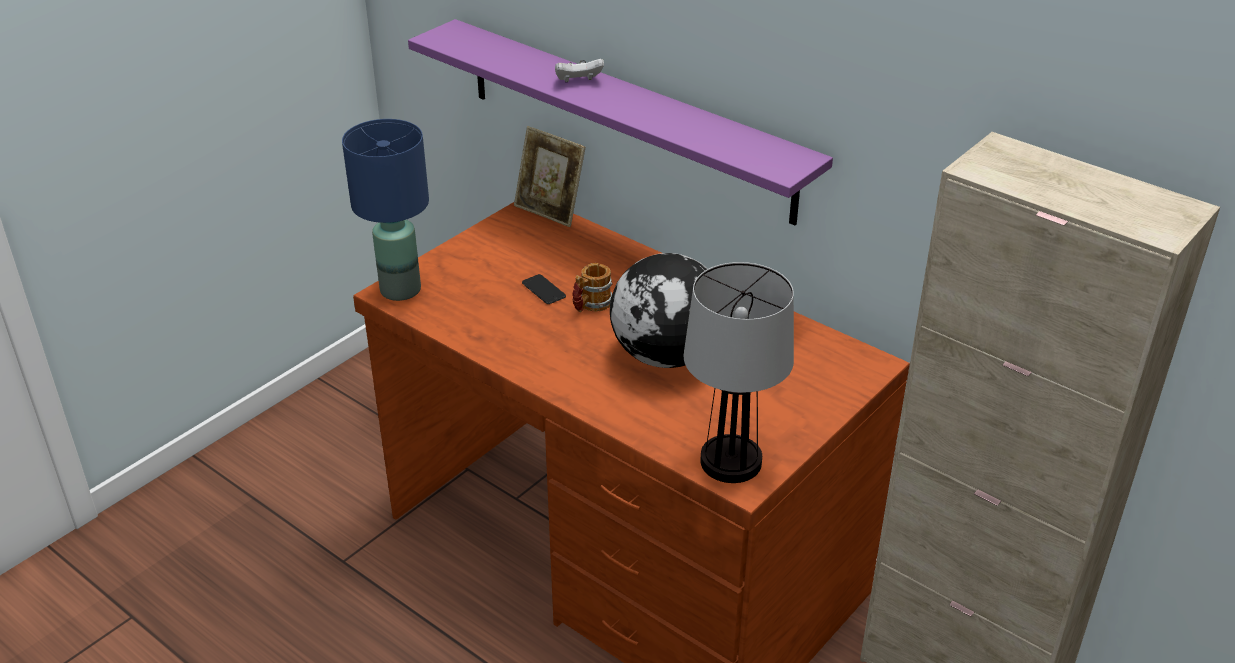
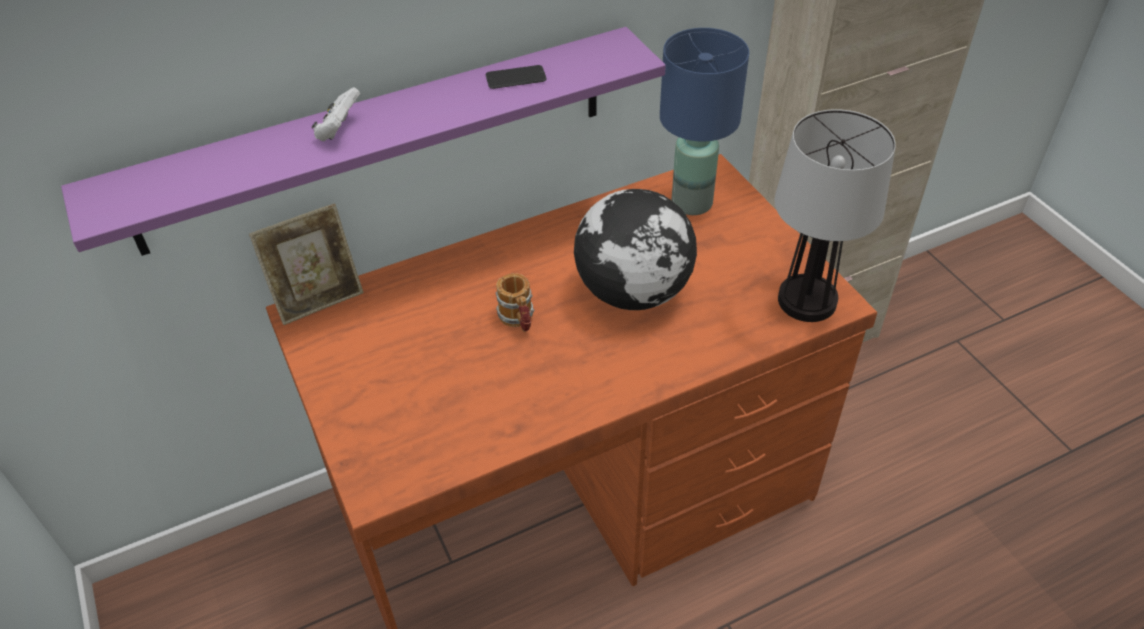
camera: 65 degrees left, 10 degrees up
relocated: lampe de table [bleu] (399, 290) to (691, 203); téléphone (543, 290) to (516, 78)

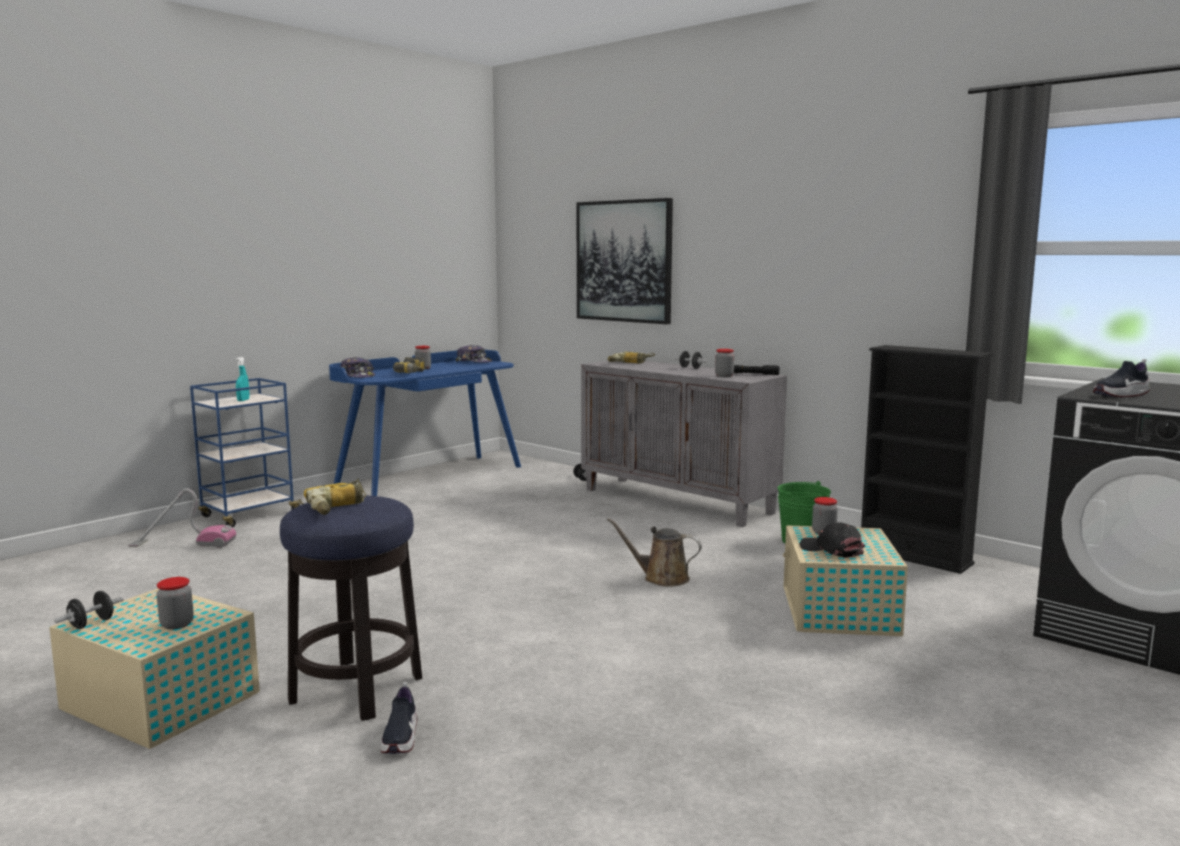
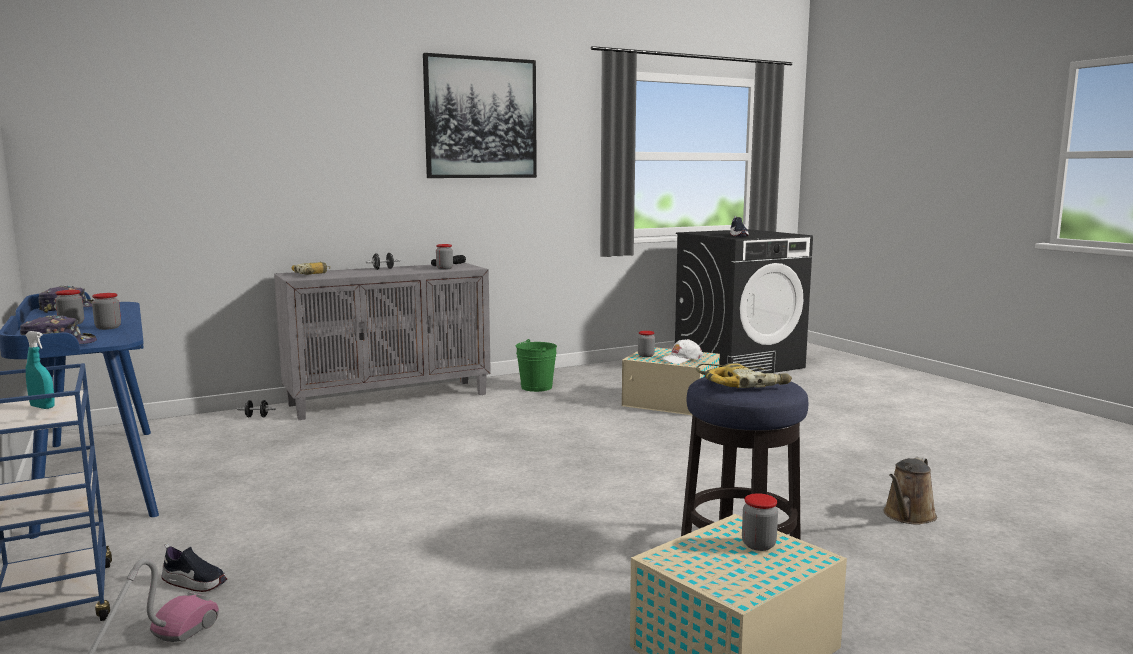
camera: 70 degrees left, 0 degrees up
missing: haltère [noir] (91, 624); bibliothèque [noir] (914, 556)
relocated: chaussure (400, 738) to (194, 583); tableau (624, 261) to (481, 118); arrosoir [marron] (661, 578) to (908, 516)
exchanged: perceuse (414, 373) to bocal (108, 328)
colour: casquette [noir] (832, 549) to casquette [blanc] (681, 359)

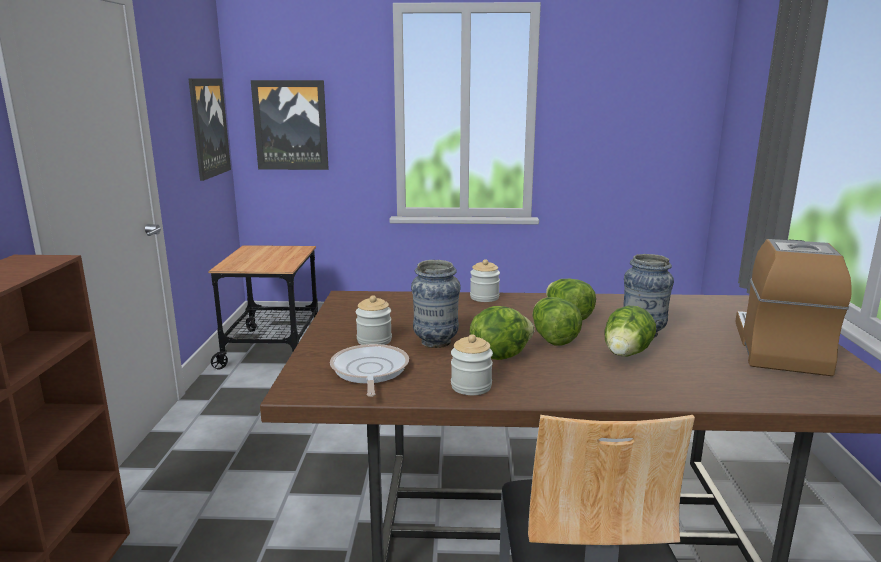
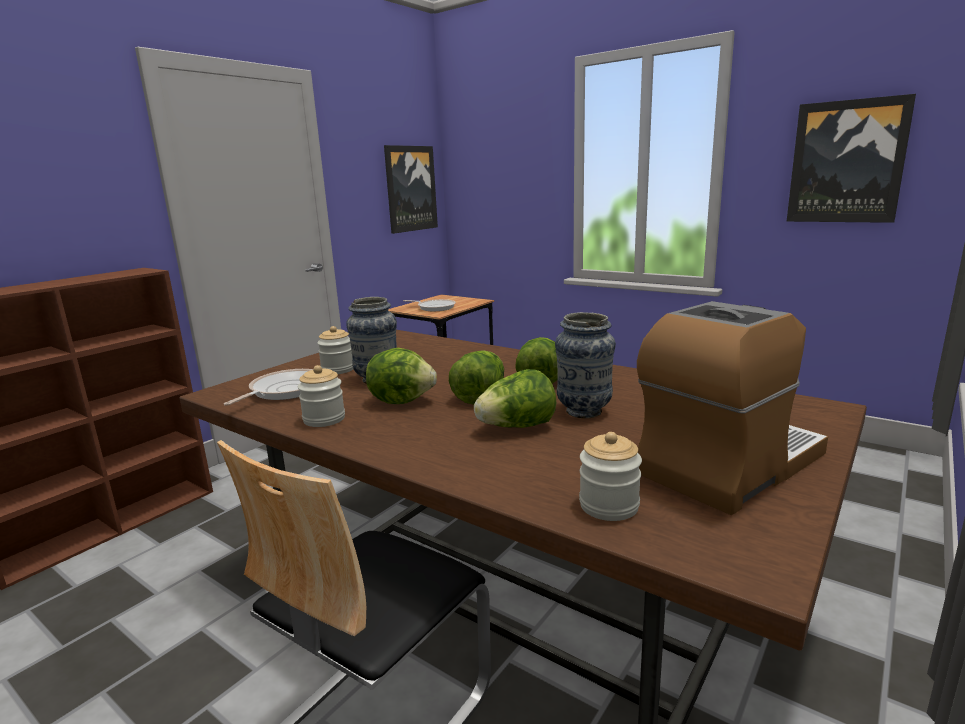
camera: 35 degrees right, 0 degrees up
appeared: poêle (434, 307)
relocated: tableau (291, 125) to (846, 162); bocal (484, 297) to (609, 506)

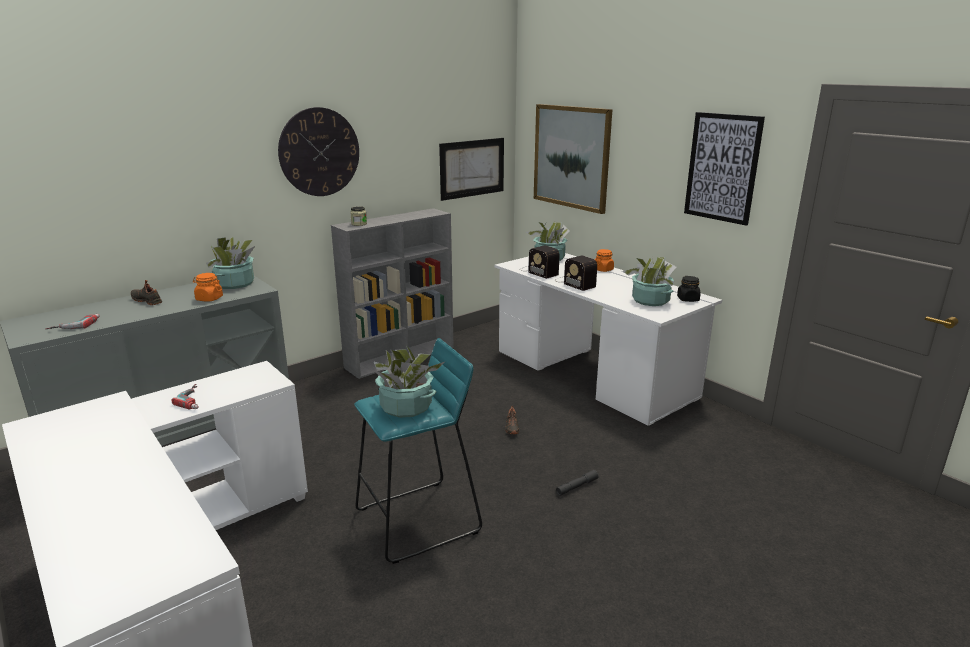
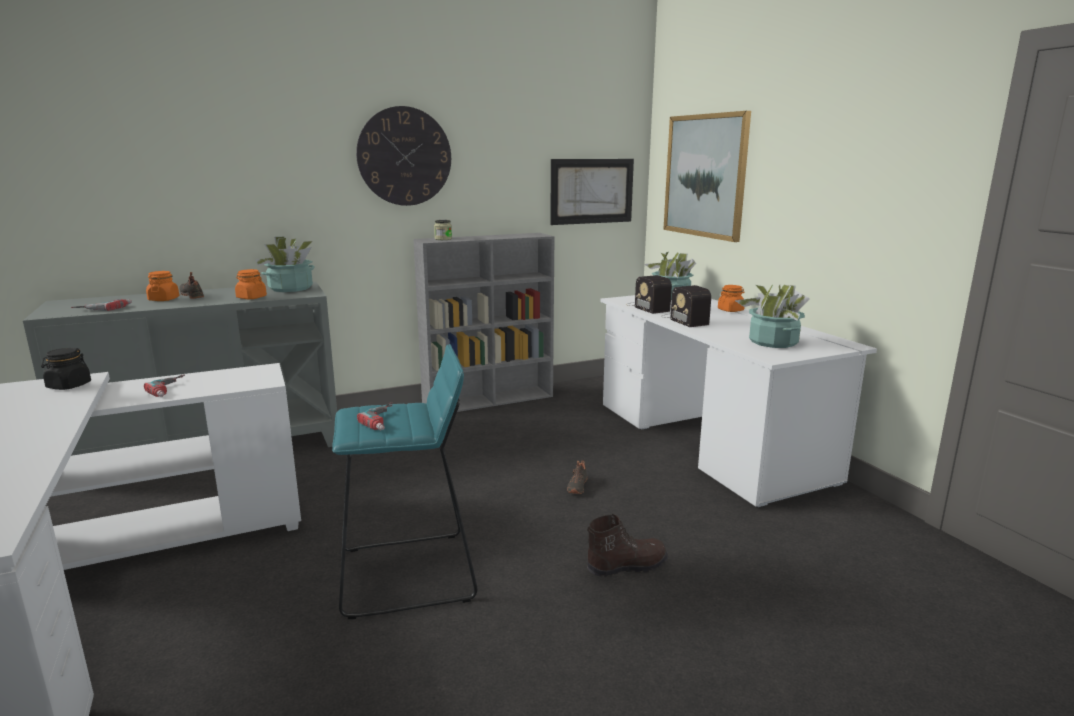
camera: 15 degrees right, 5 degrees down
missing: tableau (722, 168)
appeared: bocal [orange] (164, 299)
relocated: bocal [noir] (688, 299) to (69, 386)
exchanged: plante en pot (406, 406) to perceuse (386, 420); lampe de poche [gris] (577, 486) to botte [marron] (626, 566)

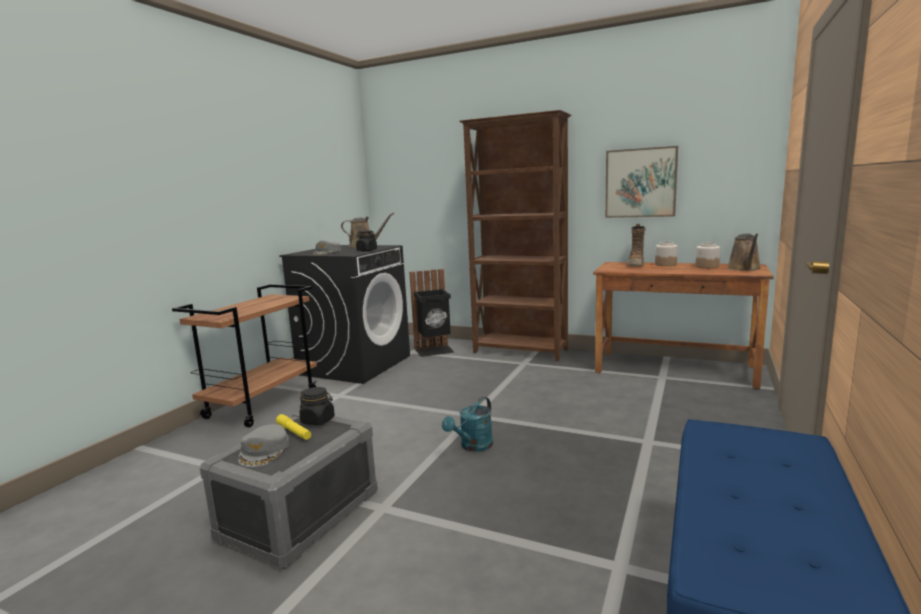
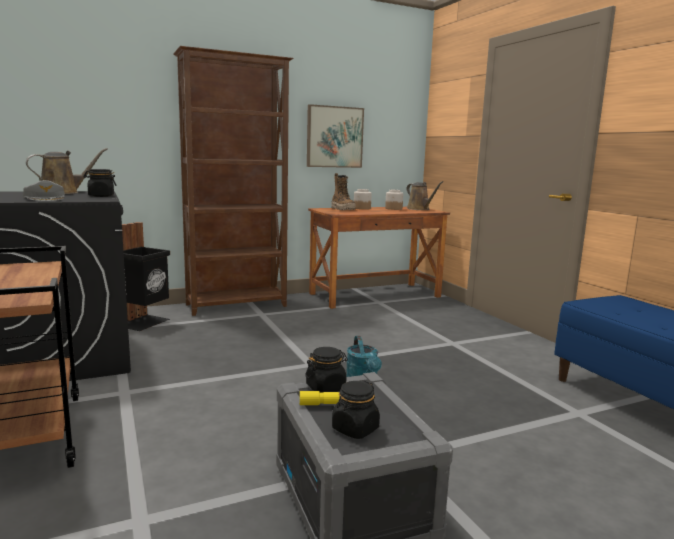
camera: 50 degrees left, 0 degrees up
exchanged: casquette [gris] (264, 451) to bocal [noir] (355, 429)

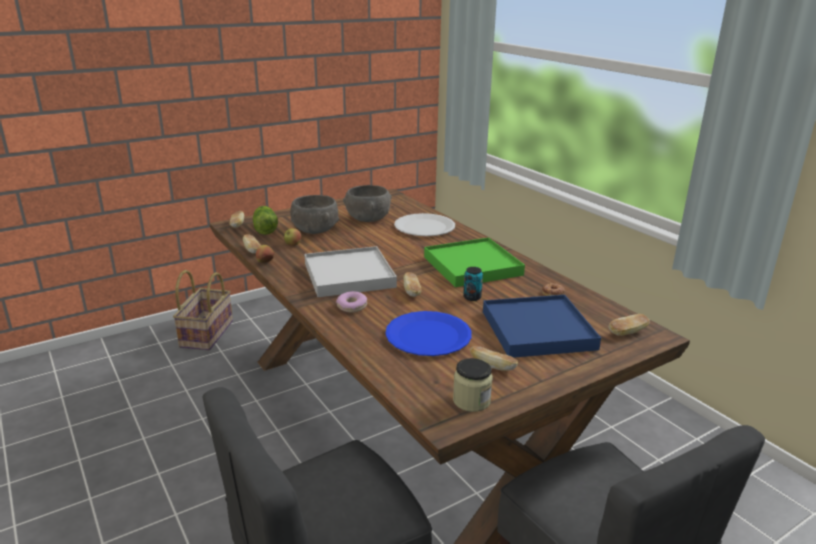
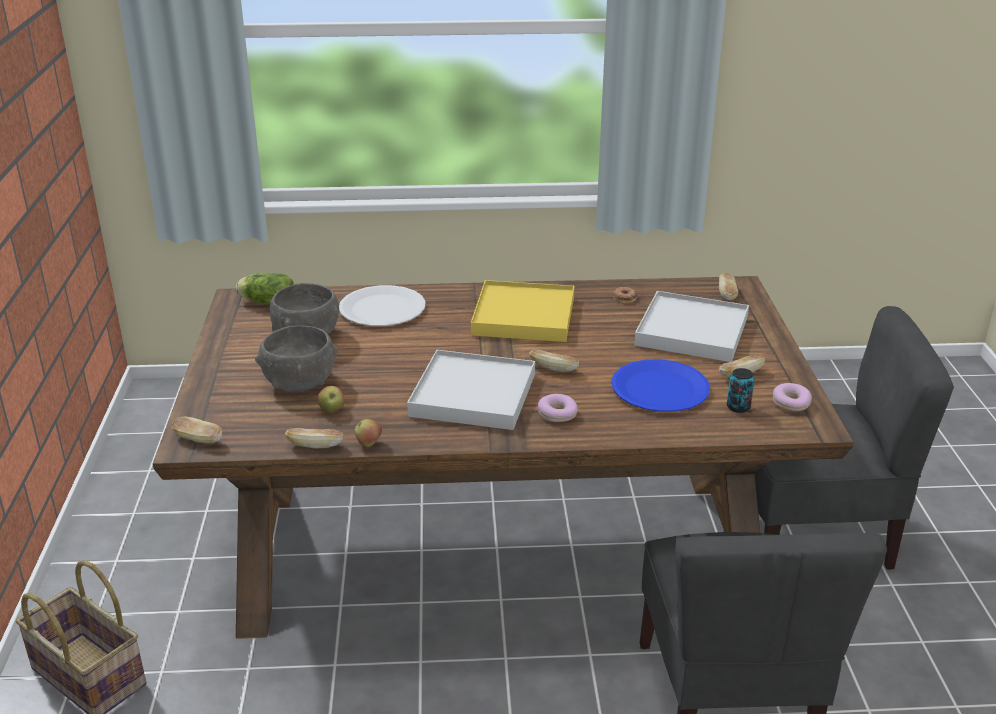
camera: 60 degrees left, 5 degrees up
relocated: laitue (265, 229) to (266, 303); boîte métallique (472, 297) to (738, 407)
exchanged: bocal (471, 401) to beignet (790, 403)
colour: plateau [vert] (472, 266) to plateau [jaune] (524, 316); plateau [bleu] (538, 330) to plateau [blanc] (692, 331)

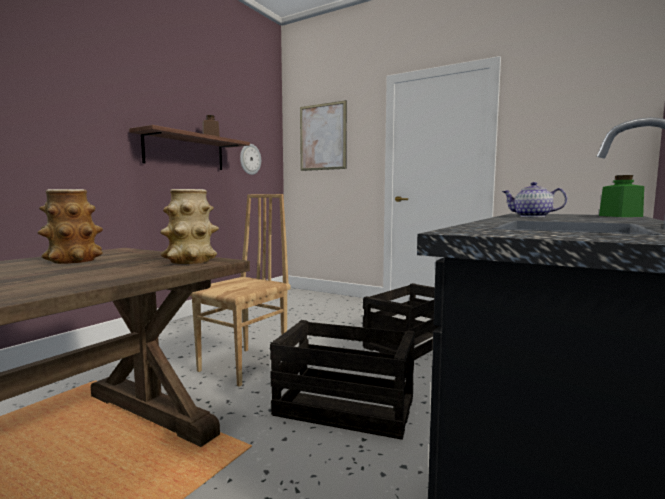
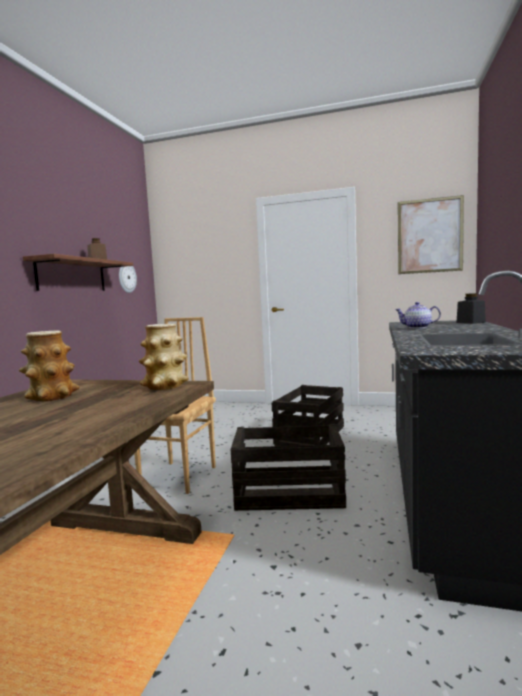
camera: 15 degrees left, 0 degrees up
relocated: tableau (322, 137) to (430, 236)
colour: bocal [vert] (620, 216) to bocal [noir] (470, 322)

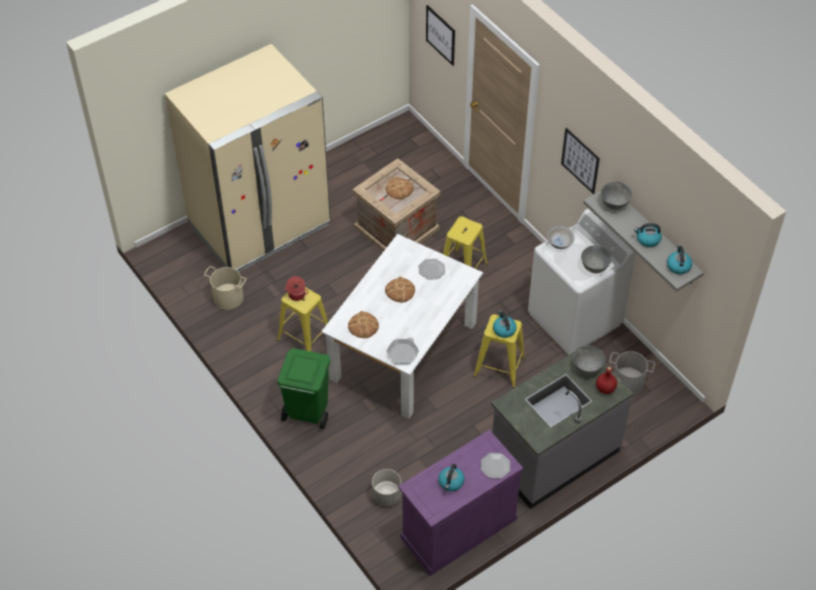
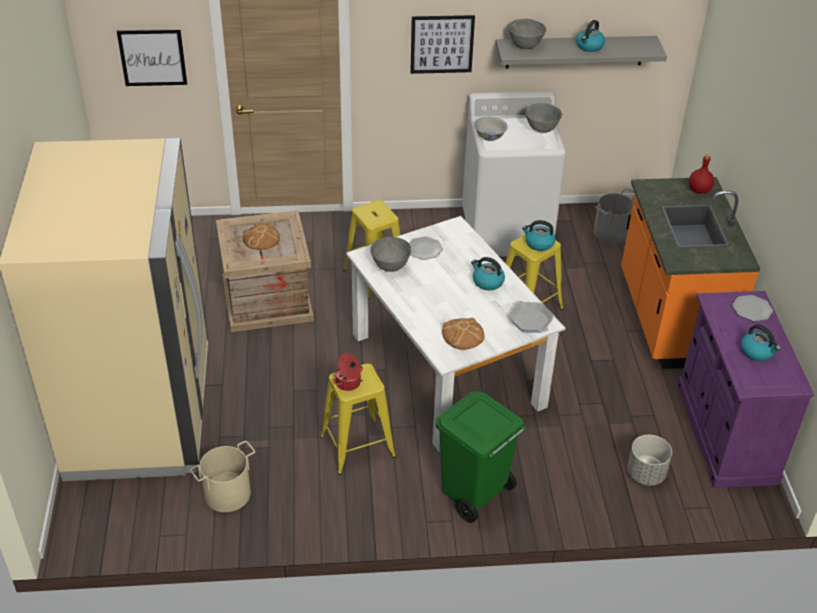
camera: 60 degrees left, 10 degrees down
missing: pain (400, 291)
relocated: bol [gris] (587, 368) to (390, 266); bouilloire (678, 266) to (487, 282)
colour: comptoir de cuisine [gris] (553, 455) to comptoir de cuisine [orange] (669, 319)

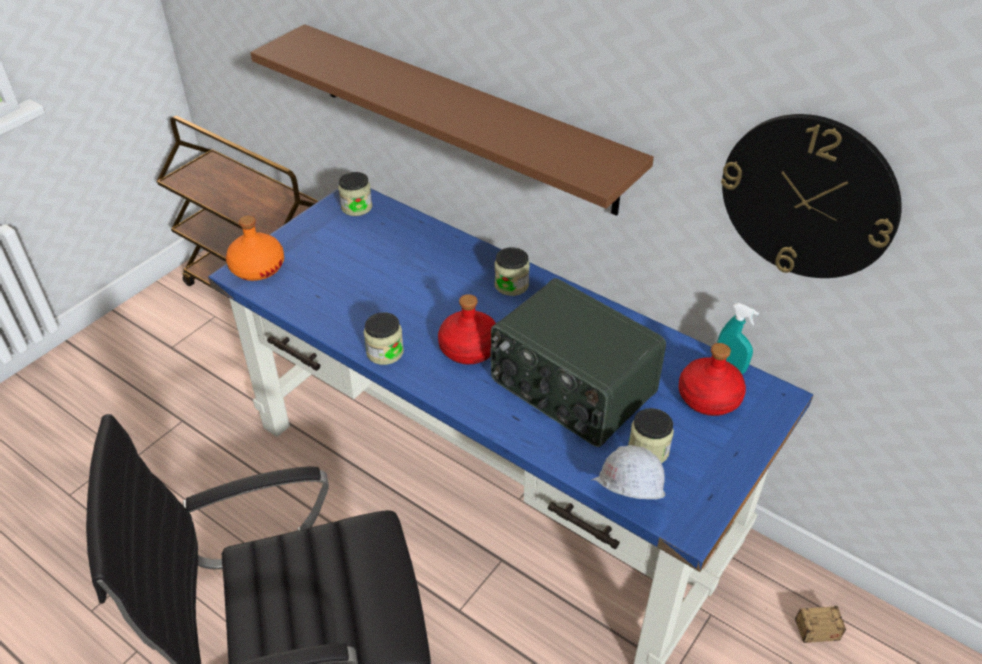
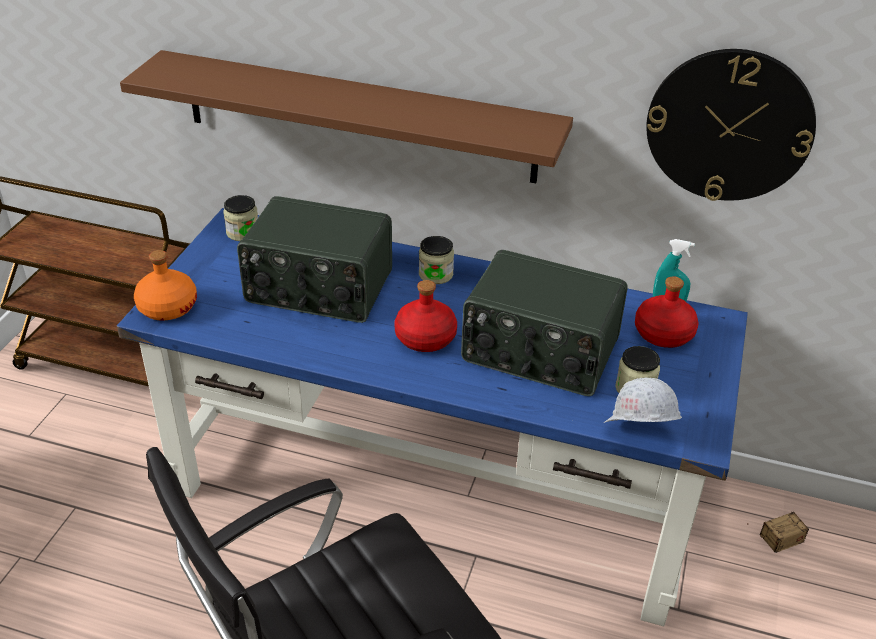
camera: 20 degrees left, 5 degrees down
missing: bocal (385, 352)
appeared: radio (318, 288)

